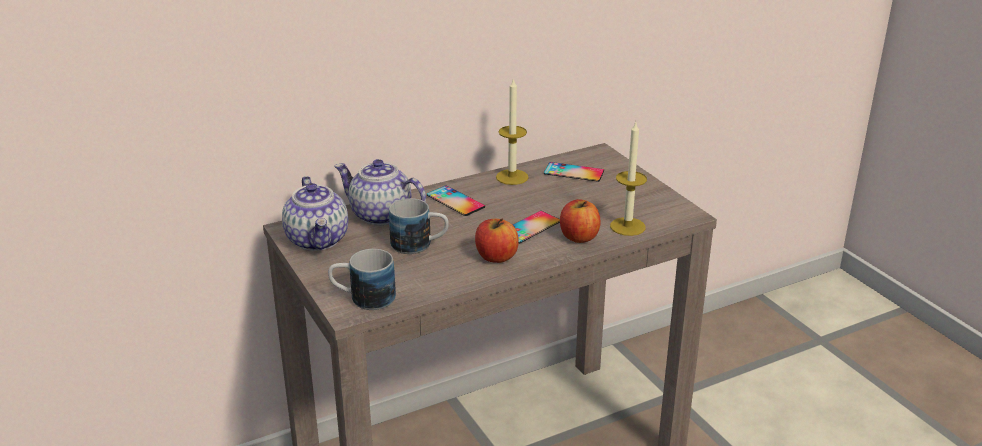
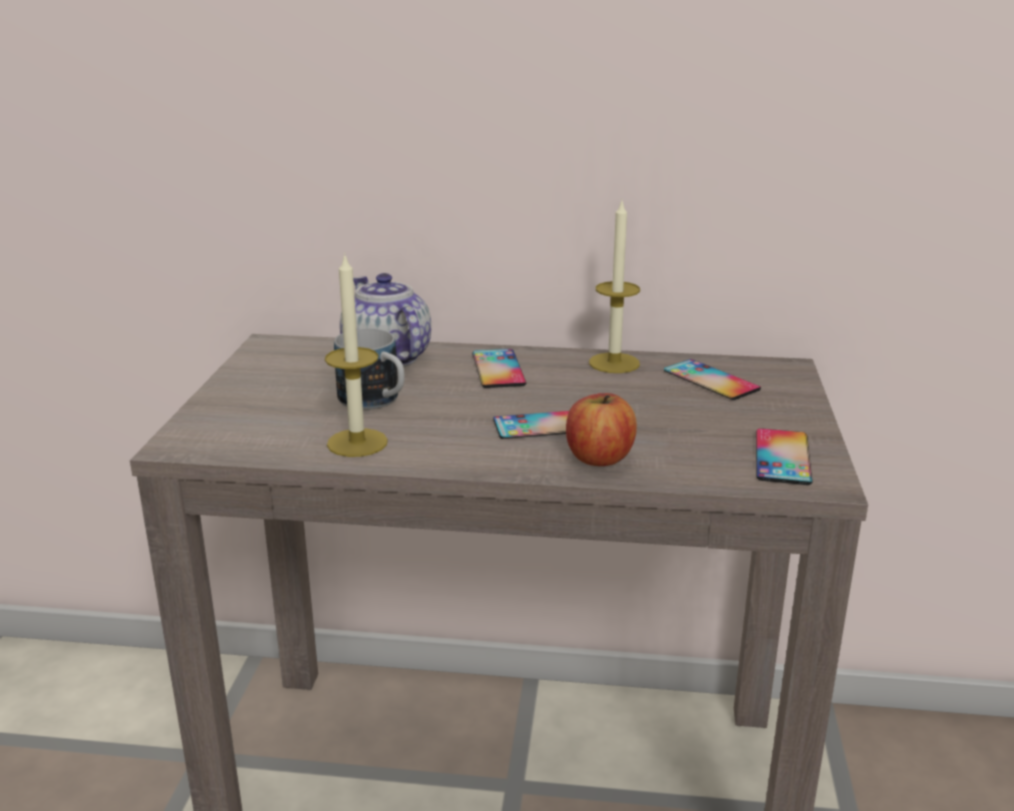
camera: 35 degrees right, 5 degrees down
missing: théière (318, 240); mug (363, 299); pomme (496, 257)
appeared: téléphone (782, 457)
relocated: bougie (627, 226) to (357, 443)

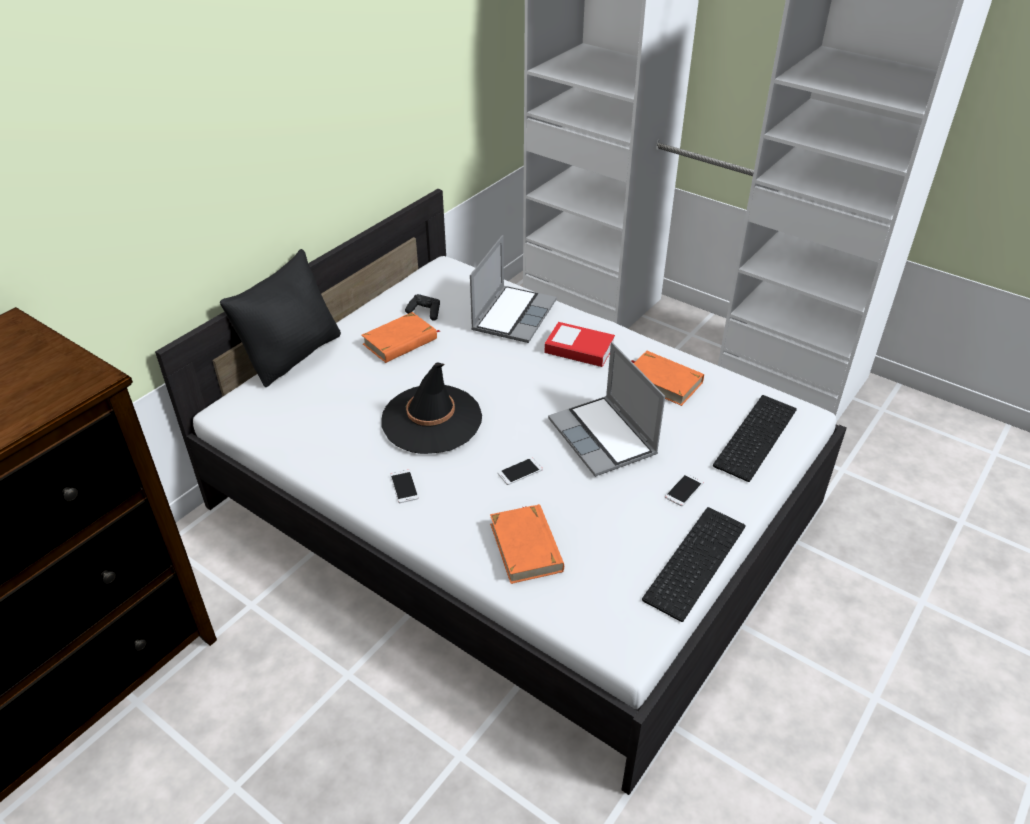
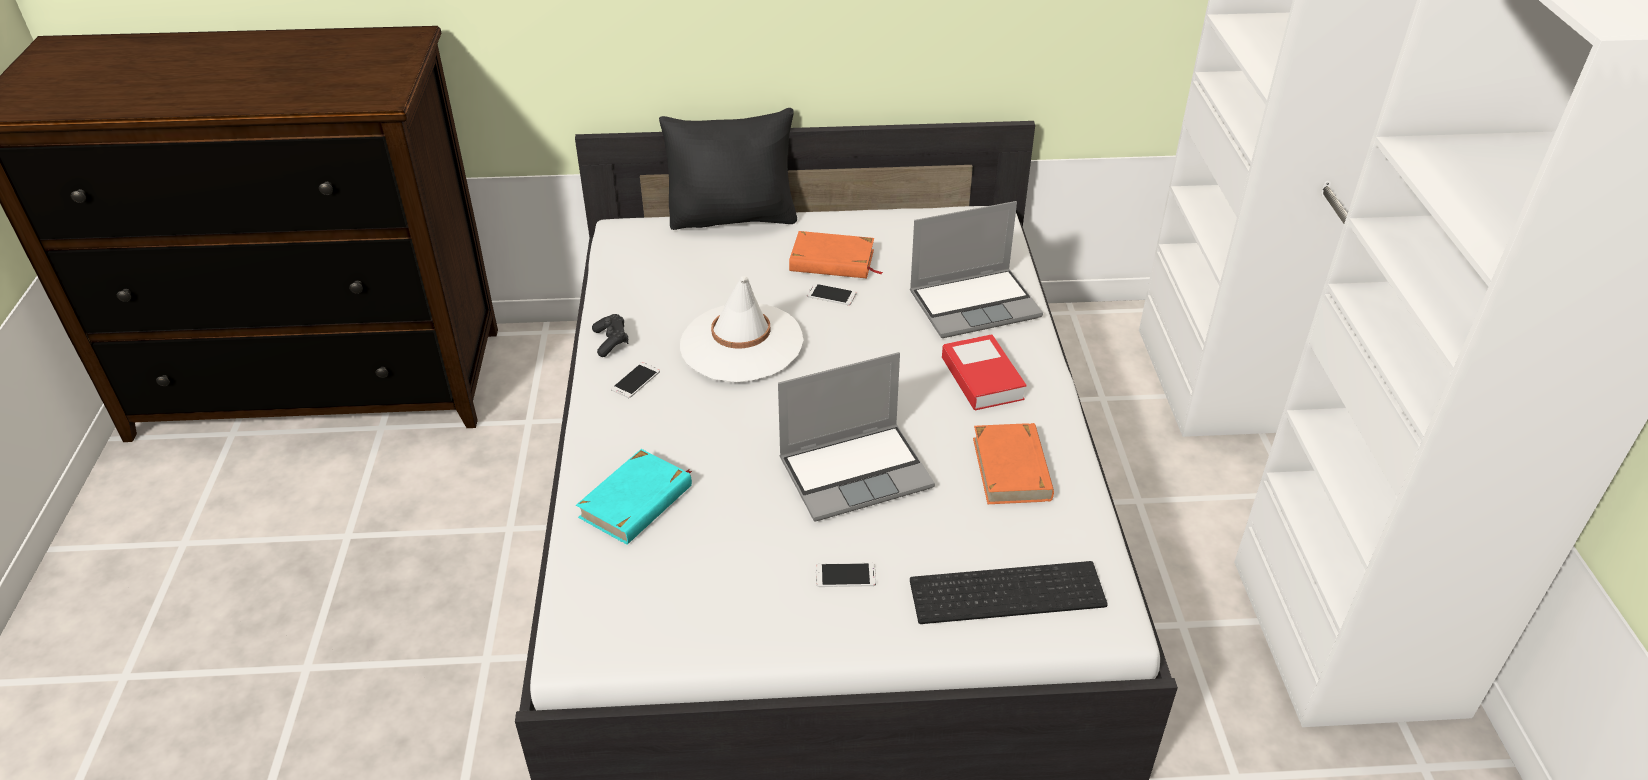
camera: 50 degrees right, 0 degrees up
missing: clavier (693, 560)
relocated: manette [noir] (425, 312) to (611, 341); téléphone (520, 471) to (831, 295)
colour: chapeau [noir] (431, 419) to chapeau [blanc] (741, 343); livre [orange] (526, 547) to livre [turquoise] (637, 502)
spun: ordinateur portable (604, 438) = (856, 472) 135 degrees counterclockwise

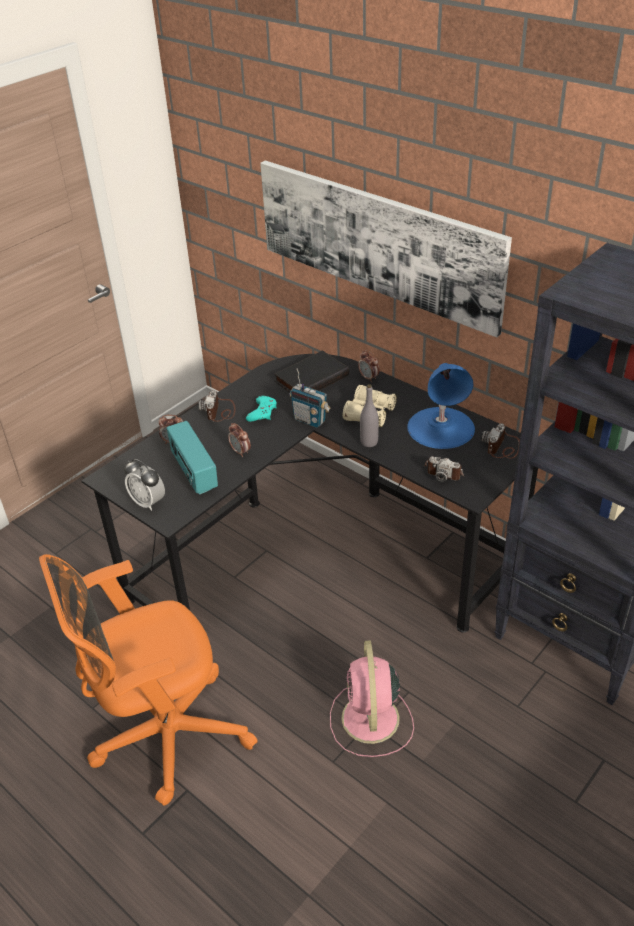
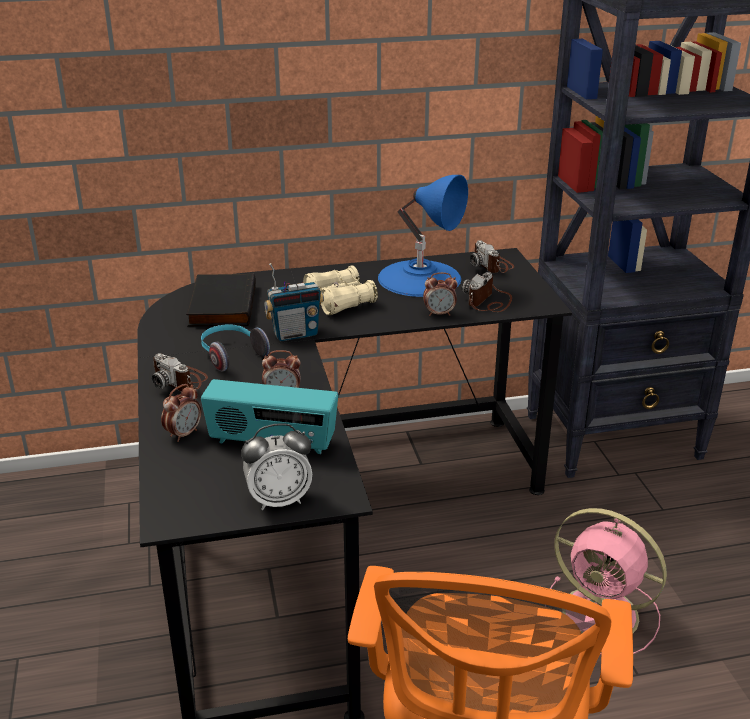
camera: 55 degrees left, 10 degrees down
missing: tableau (377, 242); bouteille [gris] (369, 442)
relocated: réveil (369, 378) to (439, 313)
exchanged: manette [turquoise] (262, 412) to casque audio (231, 355)
spun: appareil photo (444, 471) = (488, 302) 150 degrees clockwise

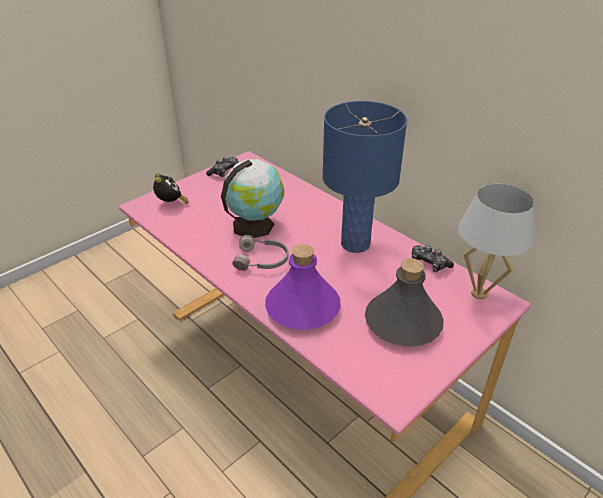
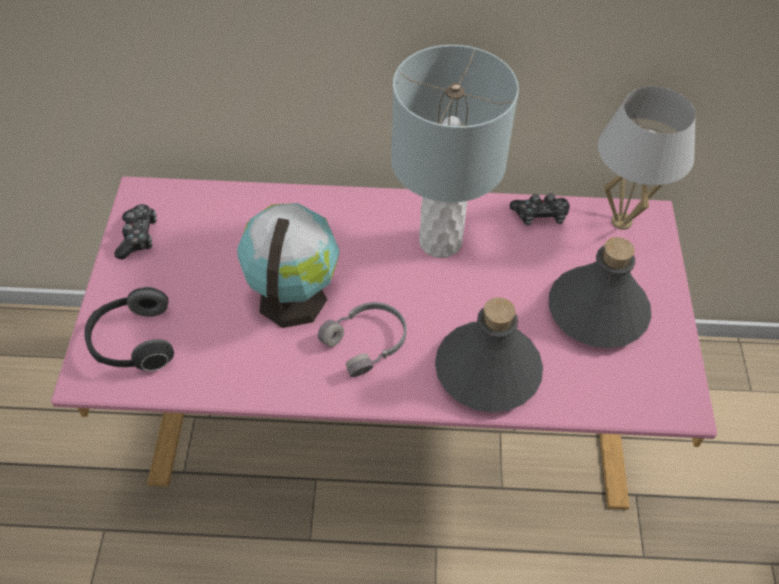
camera: 45 degrees left, 15 degrees up
exchanged: réveil (171, 204) to casque audio (133, 343)
colour: bouteille [violet] (302, 308) to bouteille [gris] (487, 371); lampe de table [bleu] (355, 244) to lampe de table [gris] (440, 242)

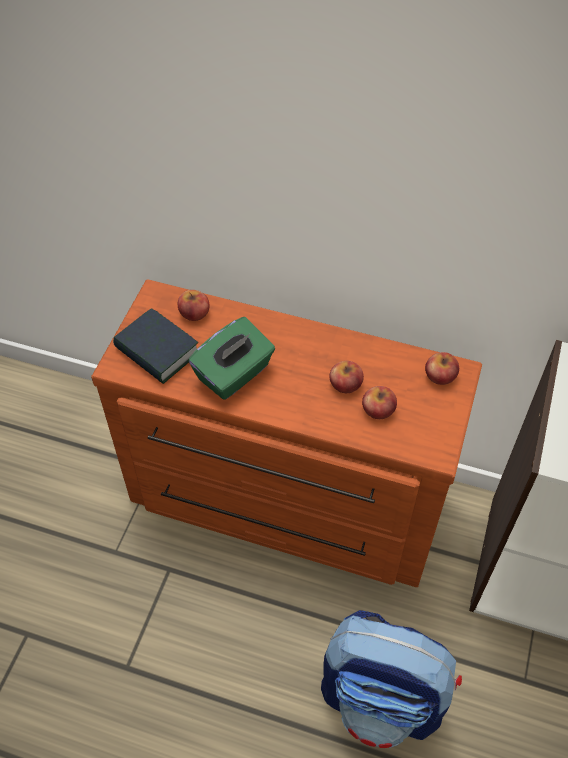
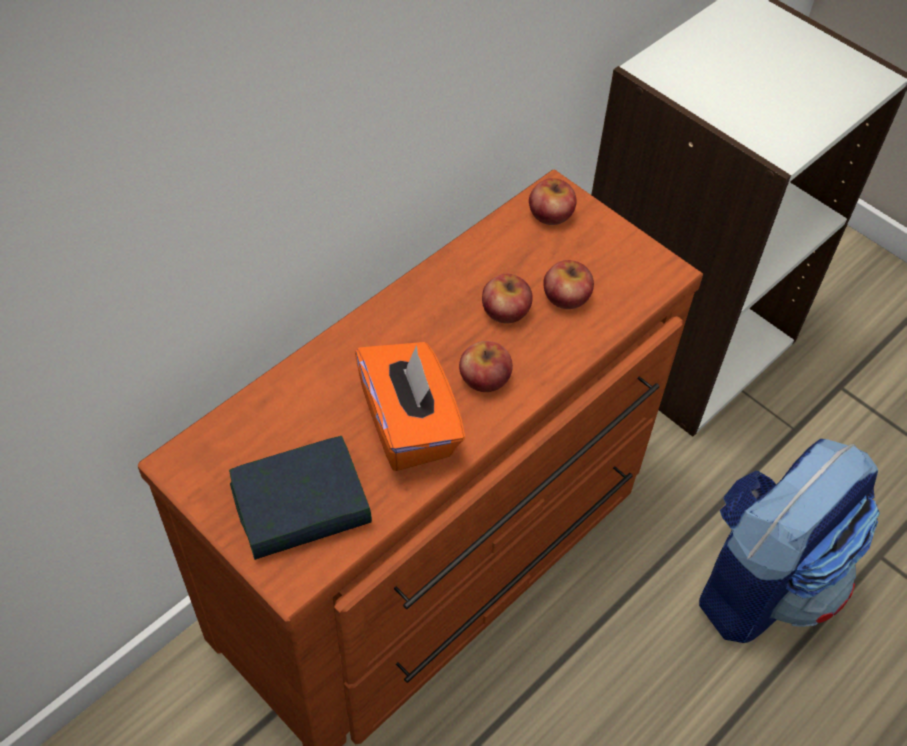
camera: 65 degrees left, 0 degrees up
relocated: pomme (194, 312) to (484, 377)
colour: boîte à mouchoirs [vert] (234, 374) to boîte à mouchoirs [orange] (409, 425)

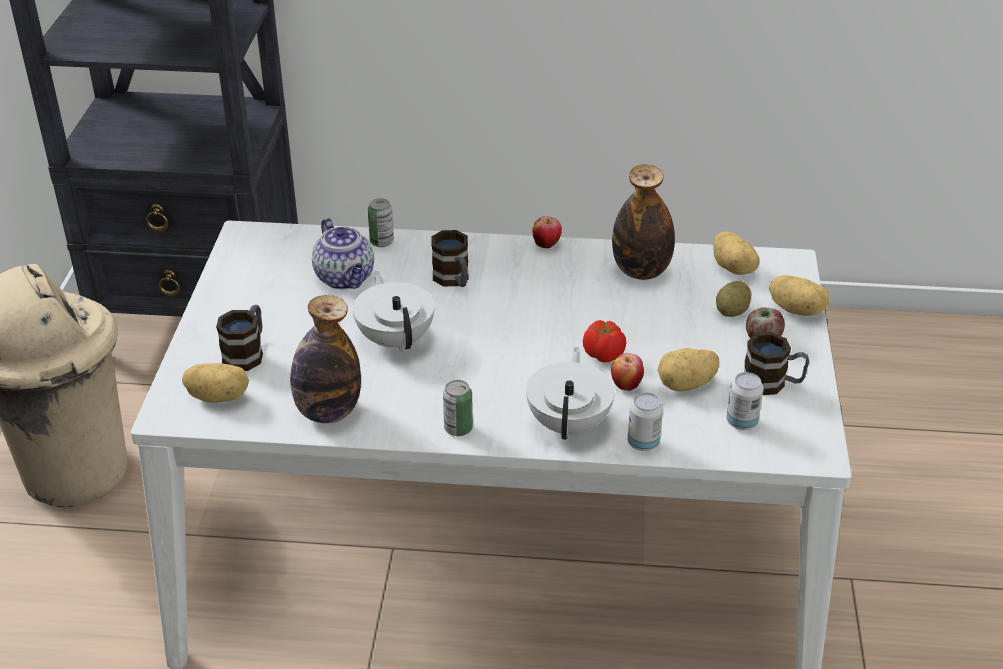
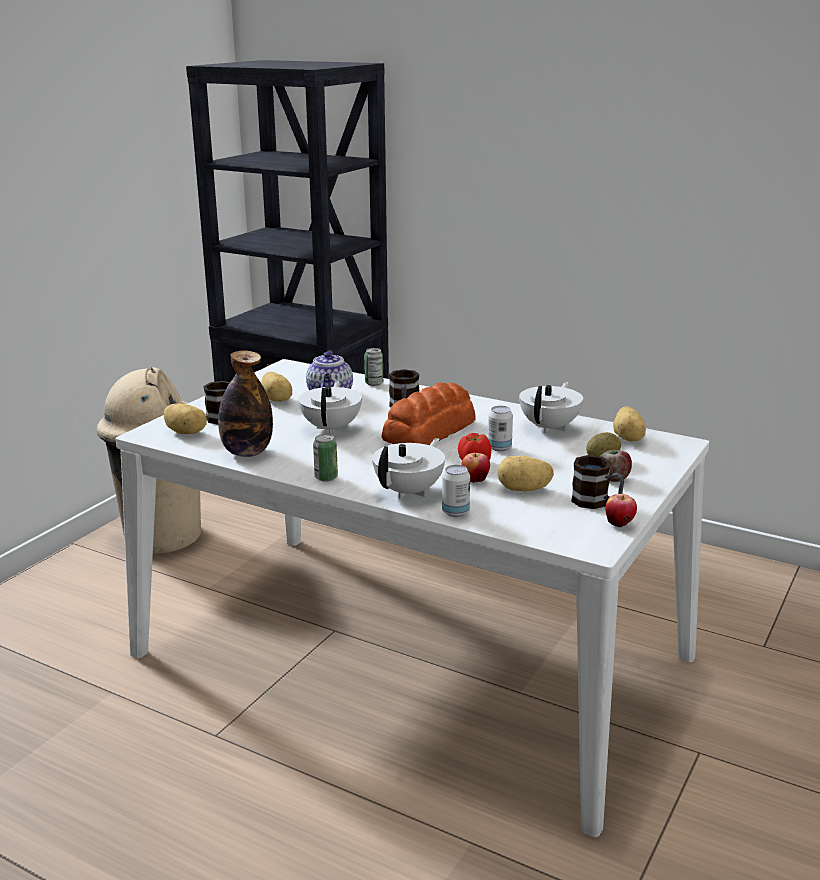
camera: 25 degrees right, 15 degrees down
appeared: pain (430, 430)
relocated: pomme (546, 245) to (619, 525); boîte métallique (741, 422) to (499, 448); pomme de terre (797, 310) to (277, 399)
exchanged: bouteille (641, 271) to théière [blanc] (550, 427)

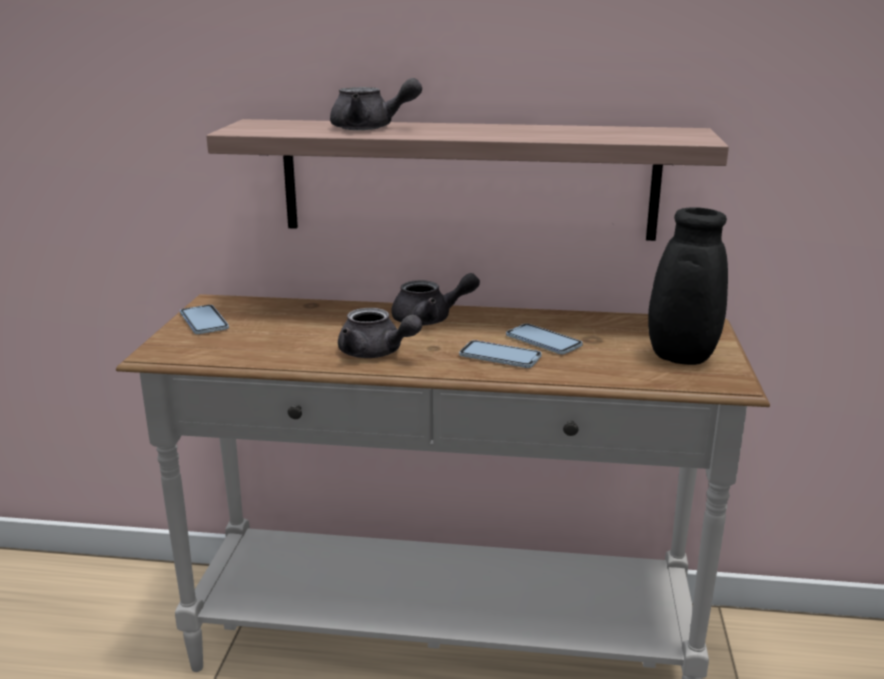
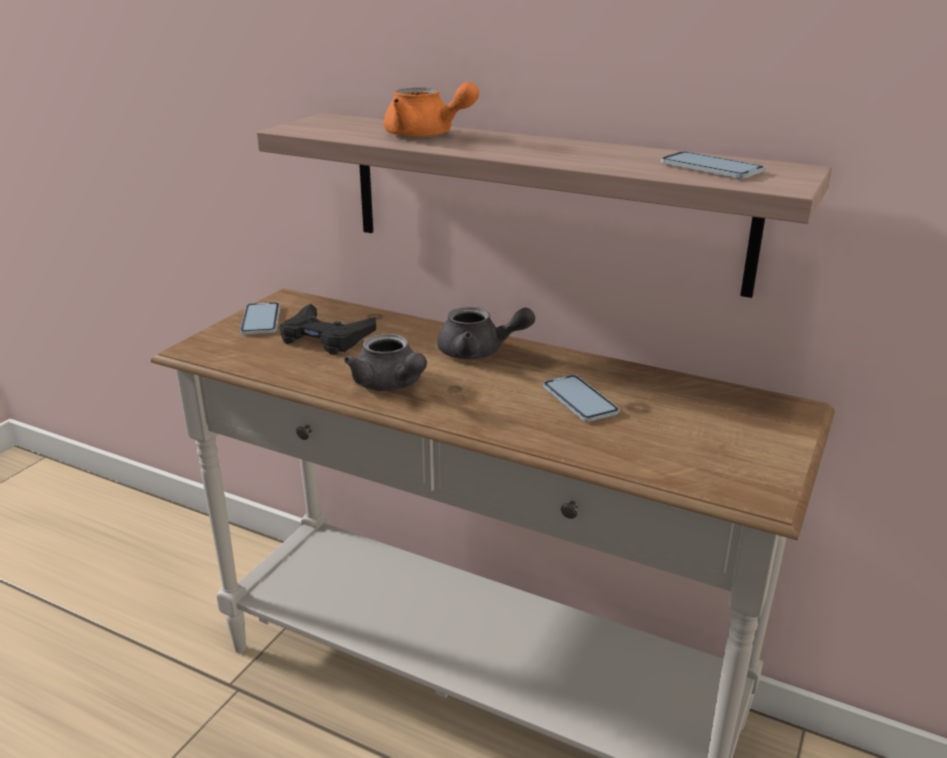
camera: 20 degrees right, 5 degrees up
missing: vase [noir] (676, 358)
appeared: manette [noir] (325, 337)
relocated: téléphone (500, 356) to (711, 168)
colour: théière [gris] (370, 128) to théière [orange] (426, 135)

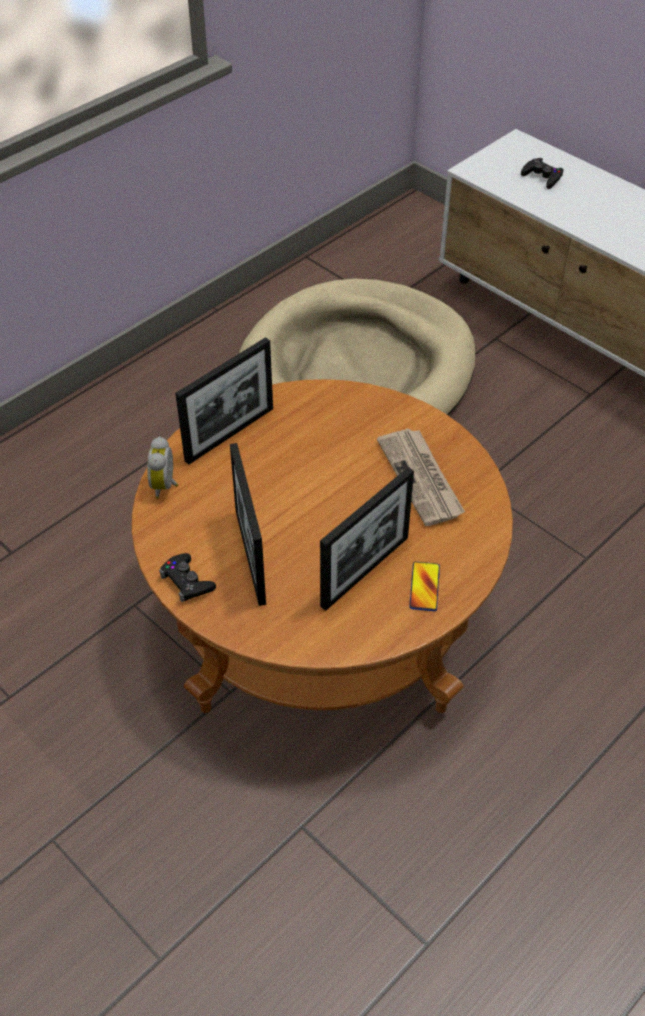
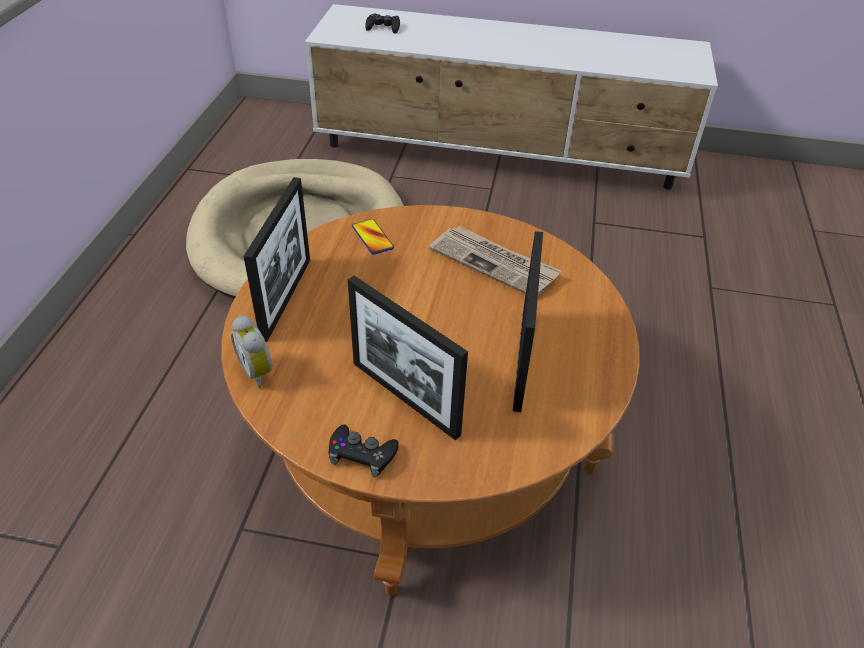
camera: 35 degrees left, 5 degrees down
relocated: téléphone (424, 587) to (372, 237)

